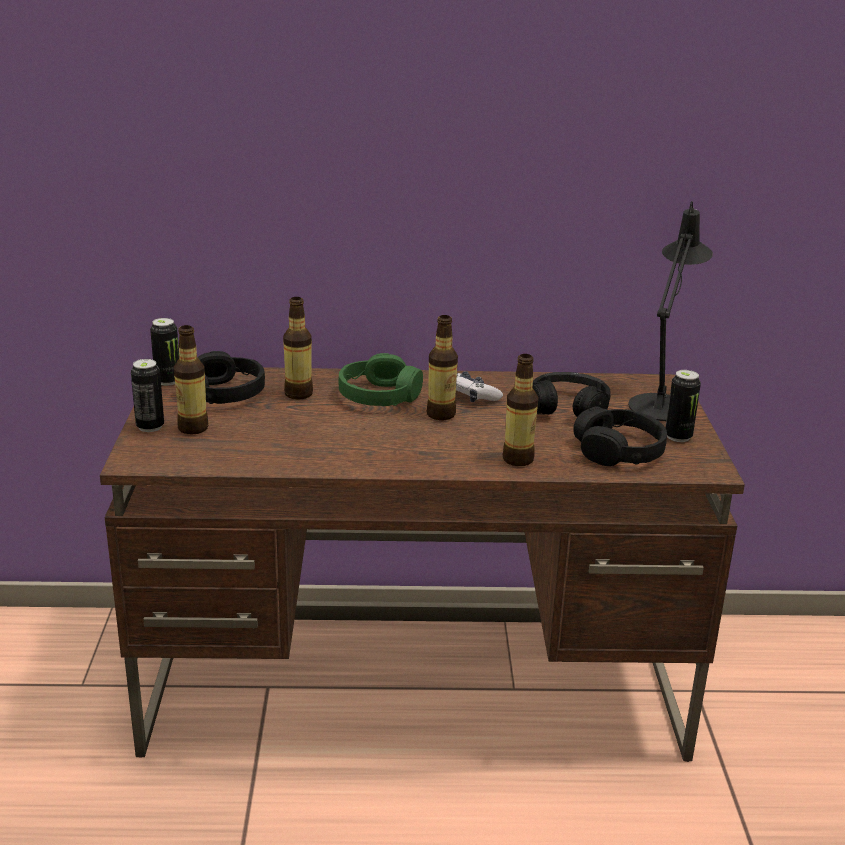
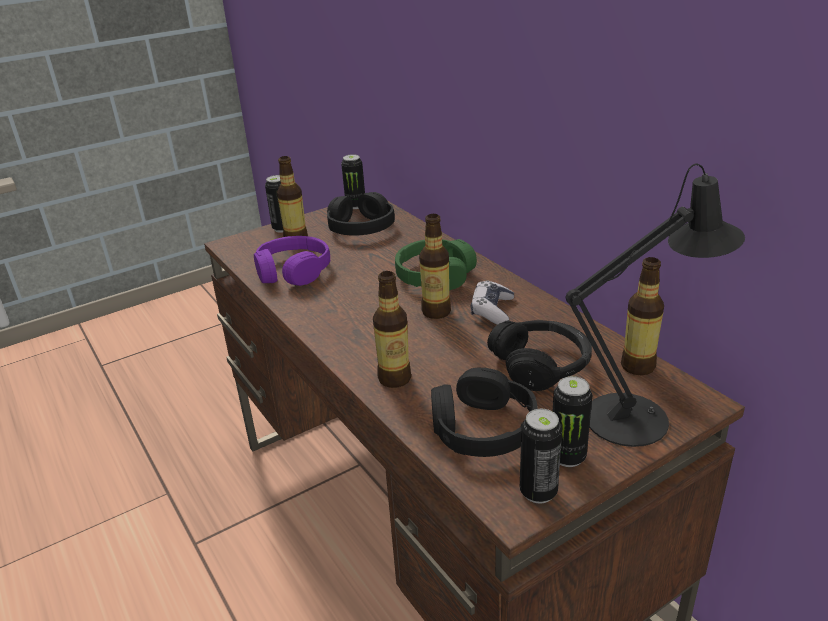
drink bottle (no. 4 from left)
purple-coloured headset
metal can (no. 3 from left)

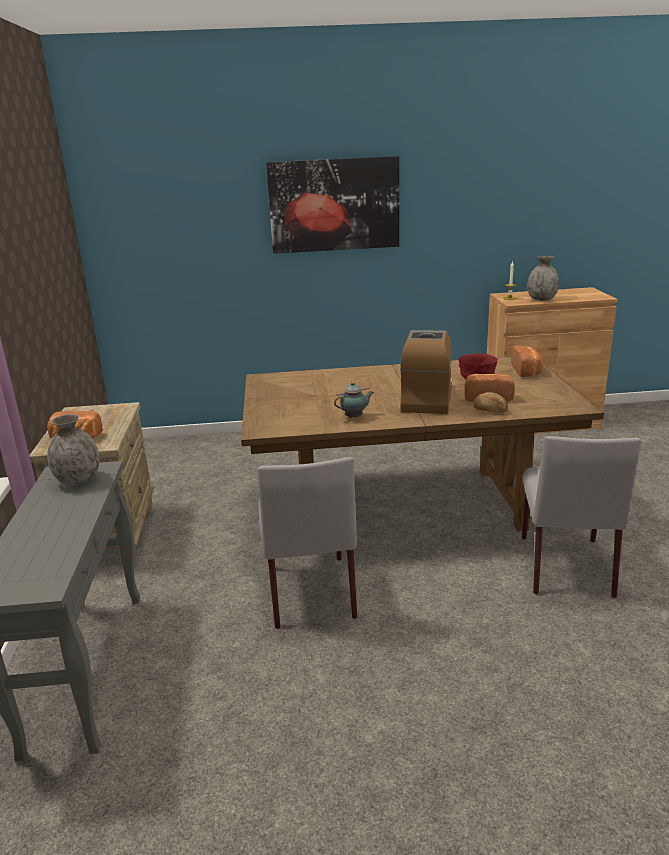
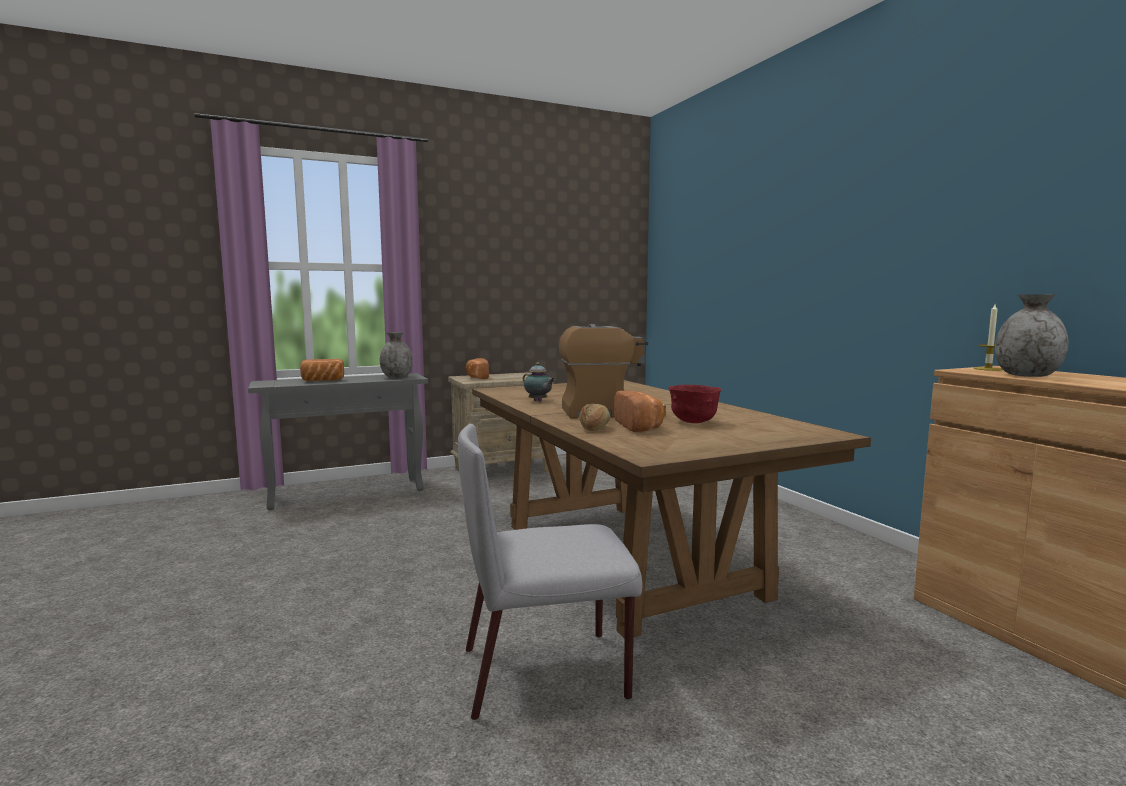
gray plain chair (no. 1 from left in the first image)
picture
bakery bread (no. 1 from left)

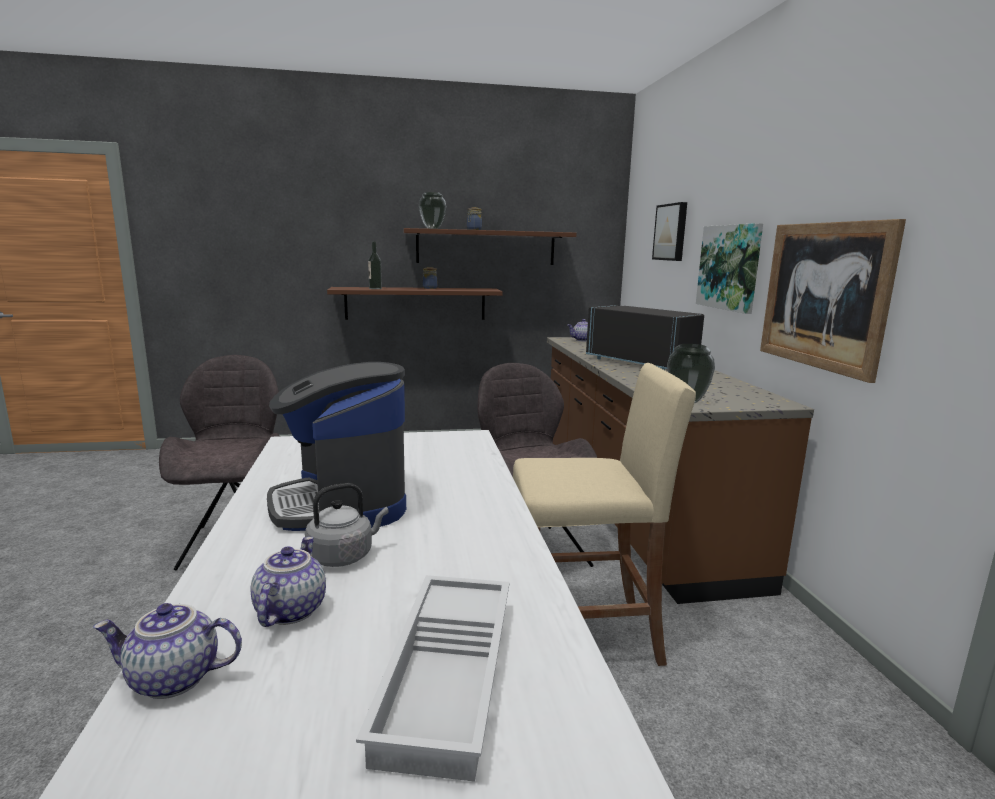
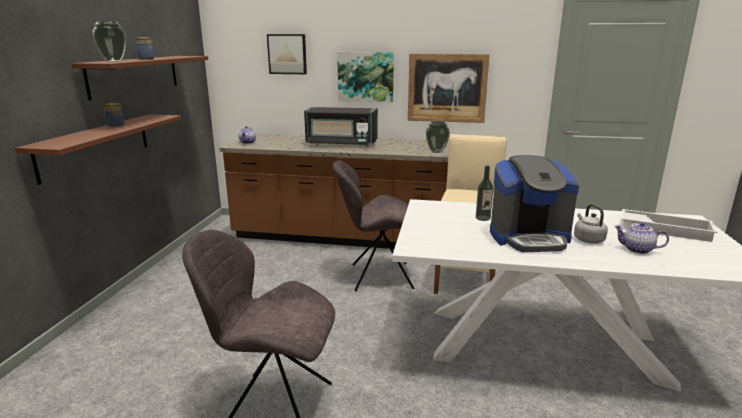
pot for tea (no. 1 from left in the first image)
drink bottle
blackish microwave

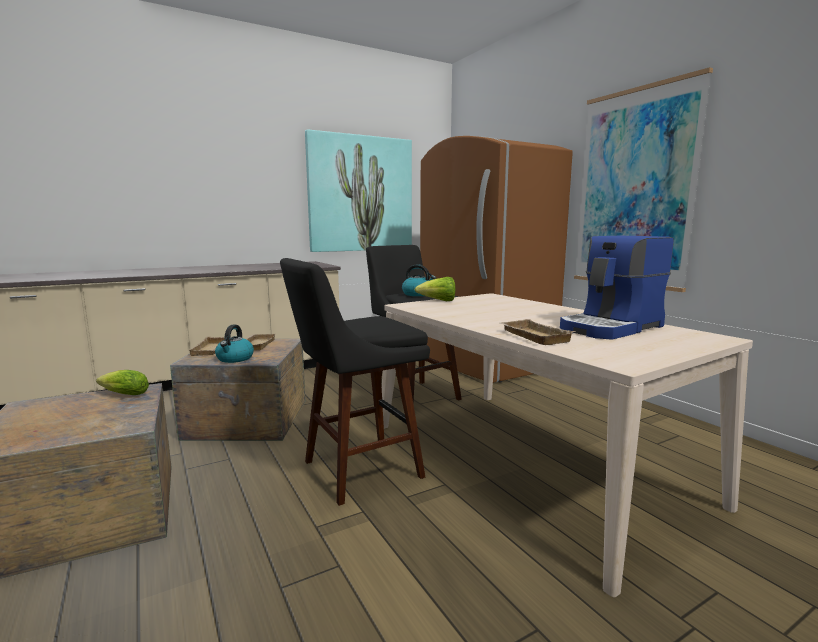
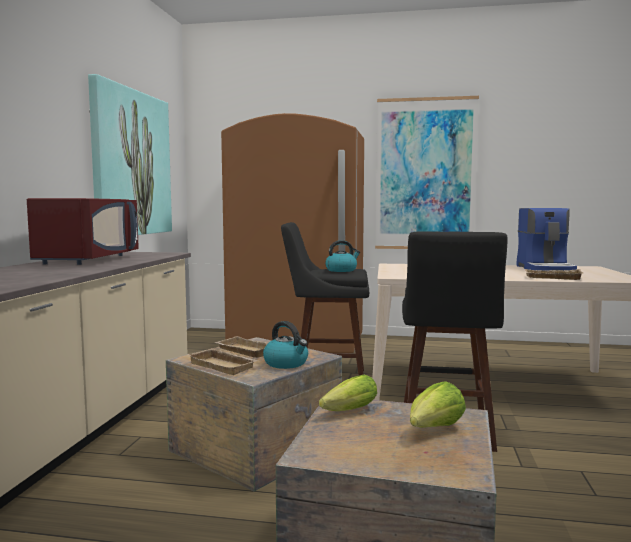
head of lettuce (no. 2 from left)
red microwave

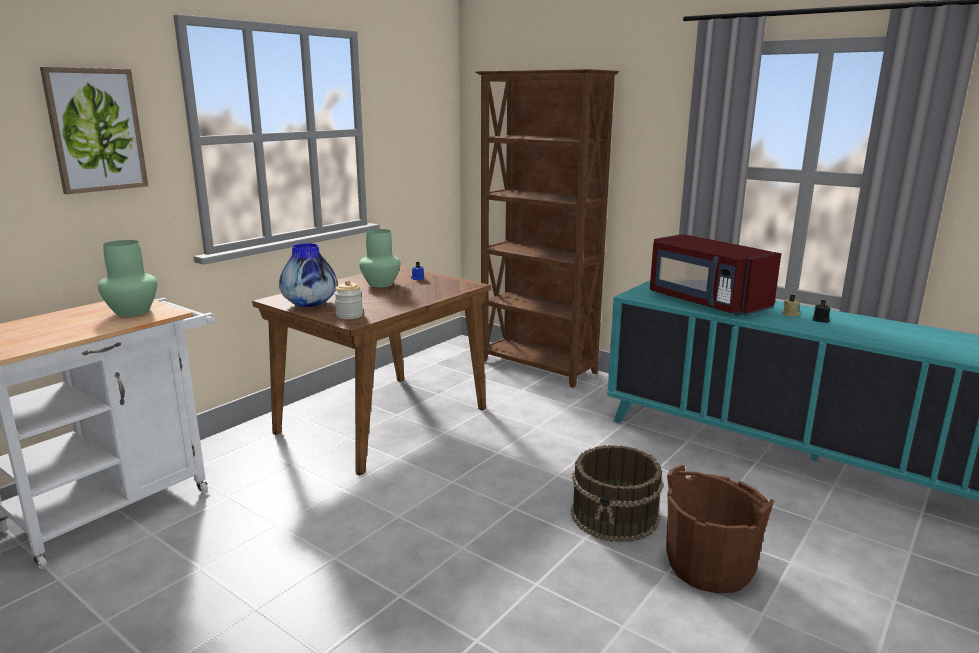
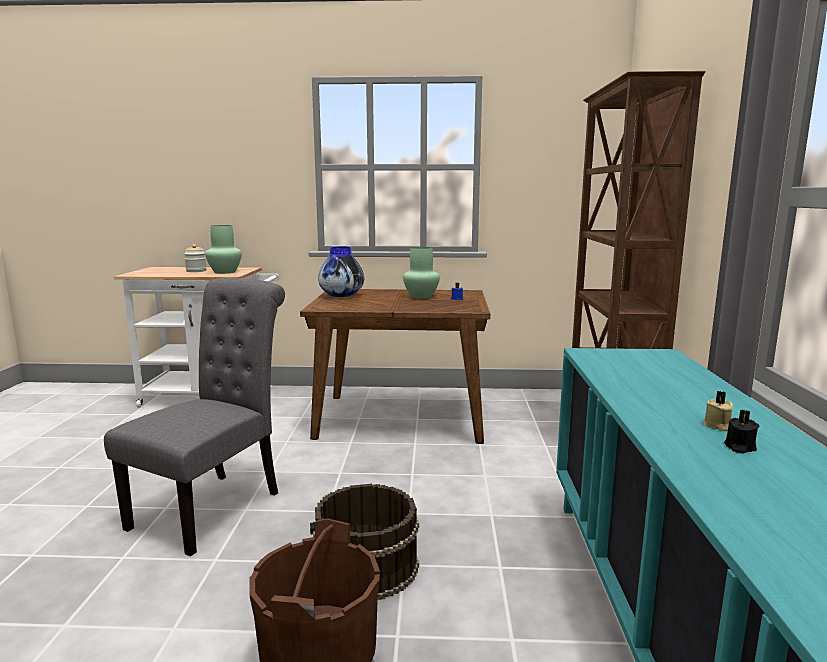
picture
storage jar
red microwave
gray plain chair

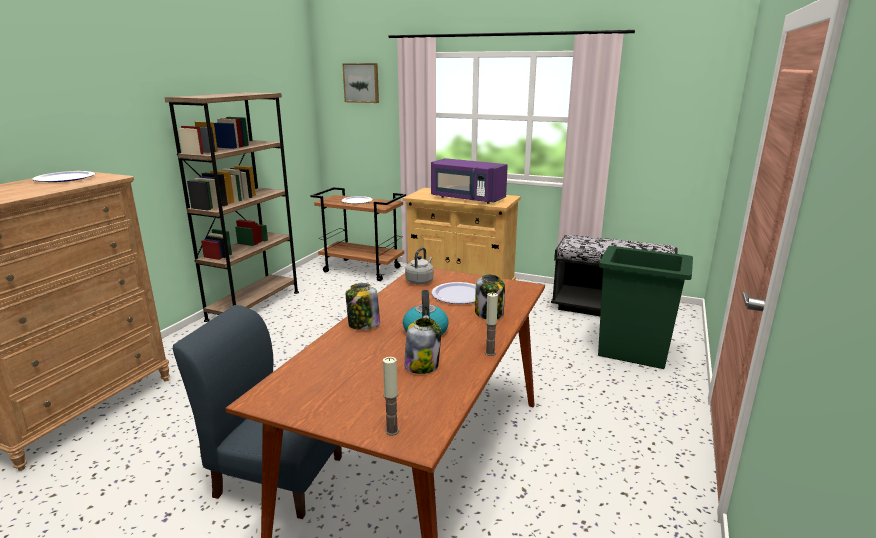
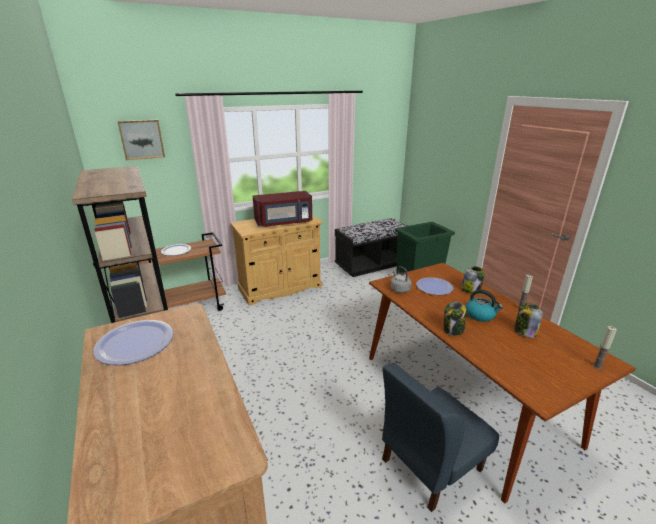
red microwave

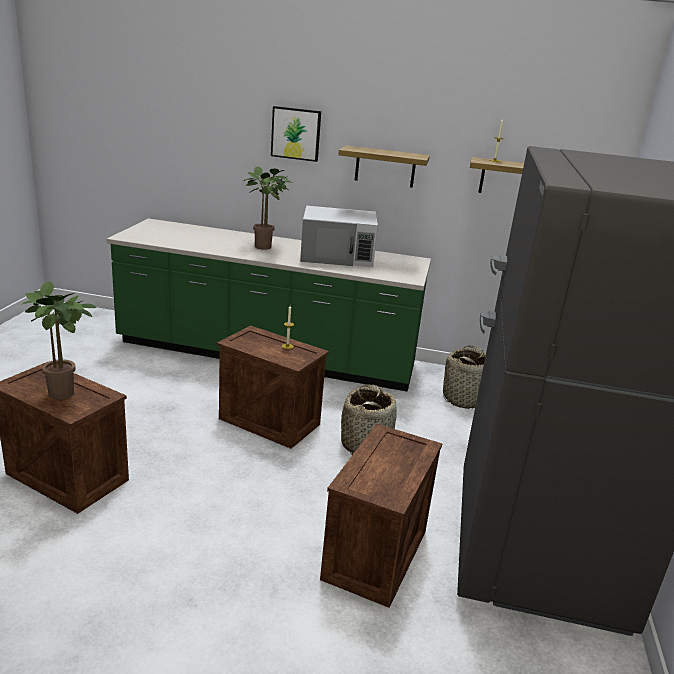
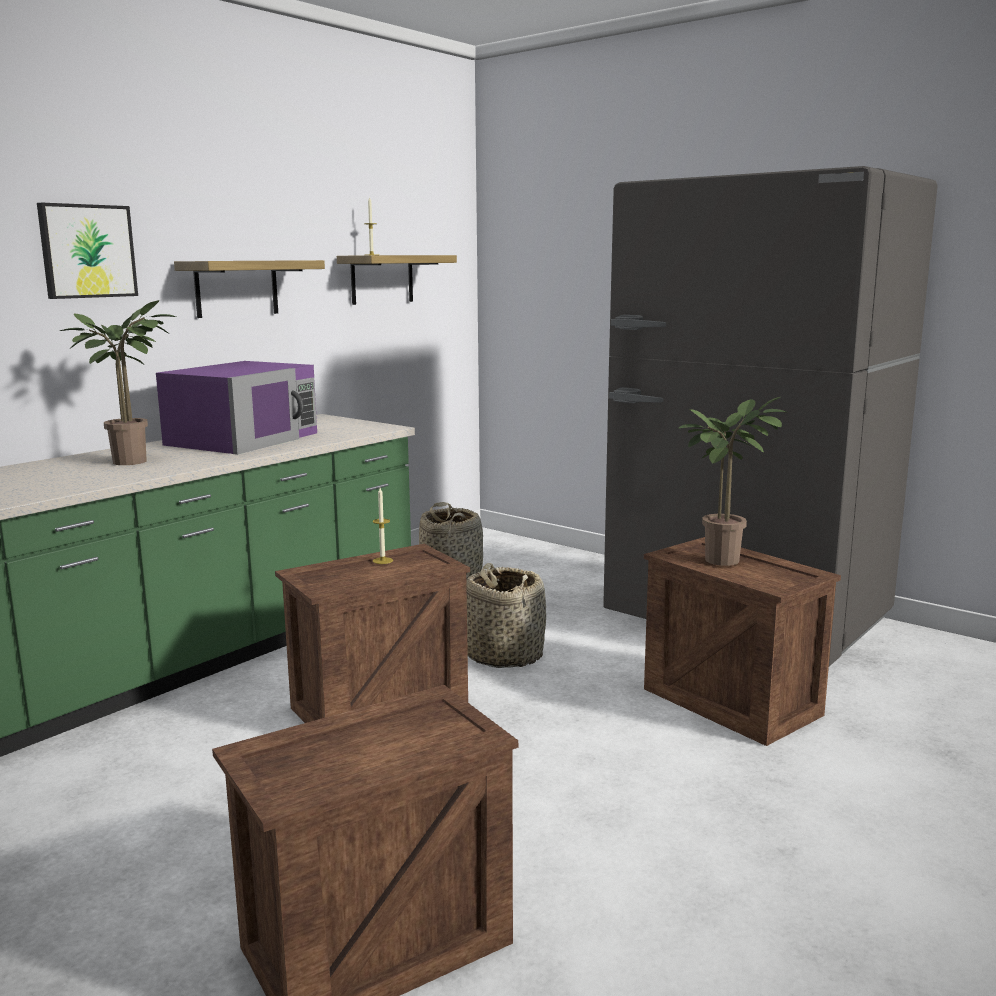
potted plant (no. 2 from left)
purple-coloured microwave

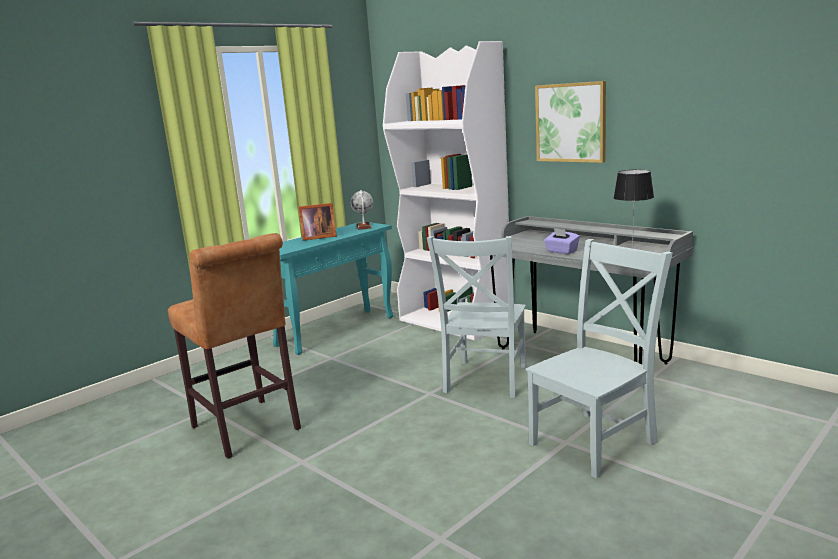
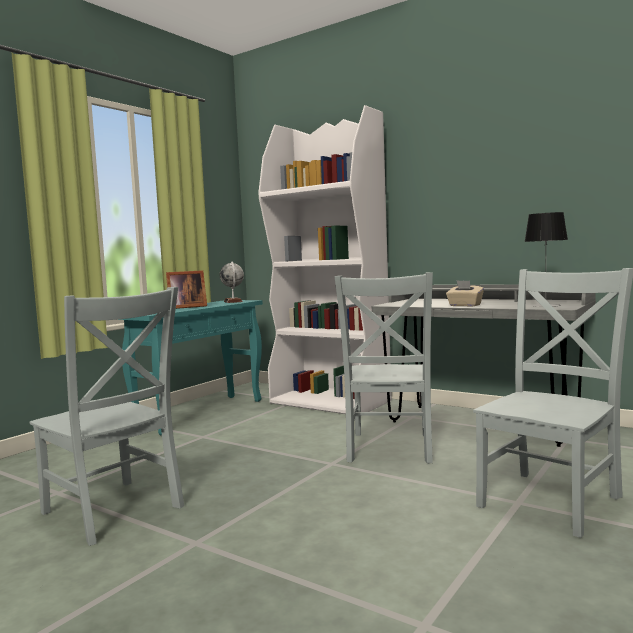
gray plain chair (no. 1 from left)
picture
sand-coloured tissue box

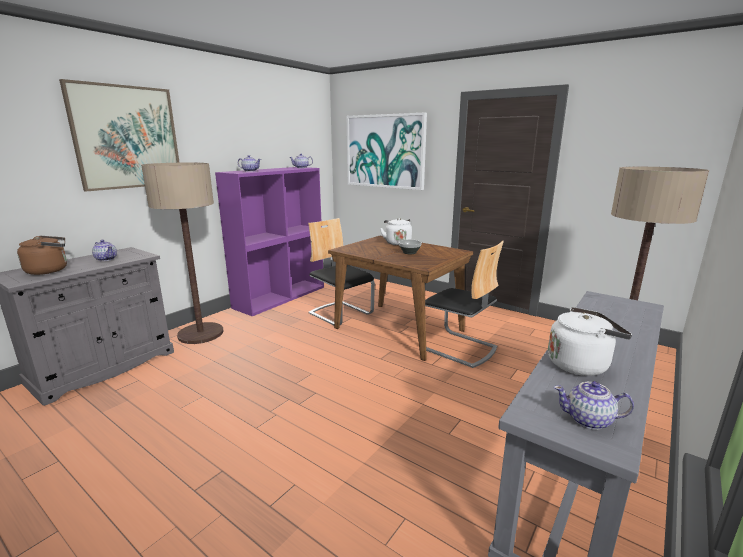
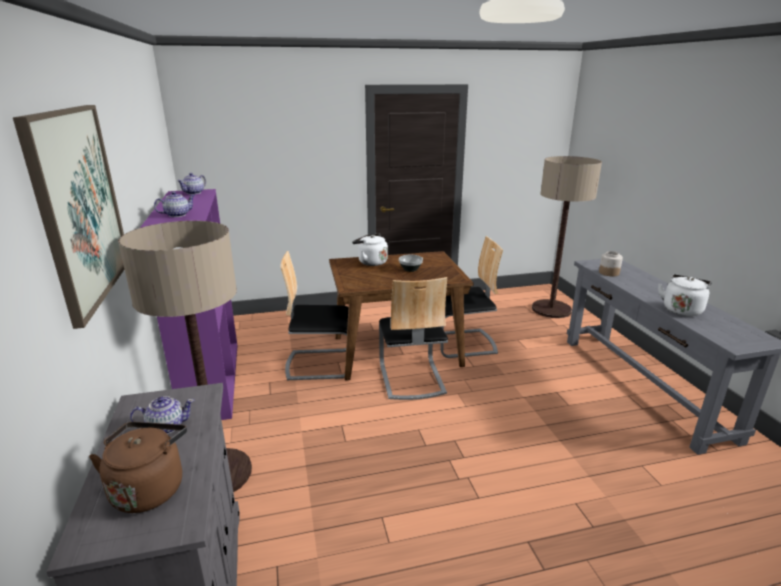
picture (no. 2 from left in the first image)
pot for tea (no. 4 from left in the first image)
plain chair (no. 2 from left)
storage jar

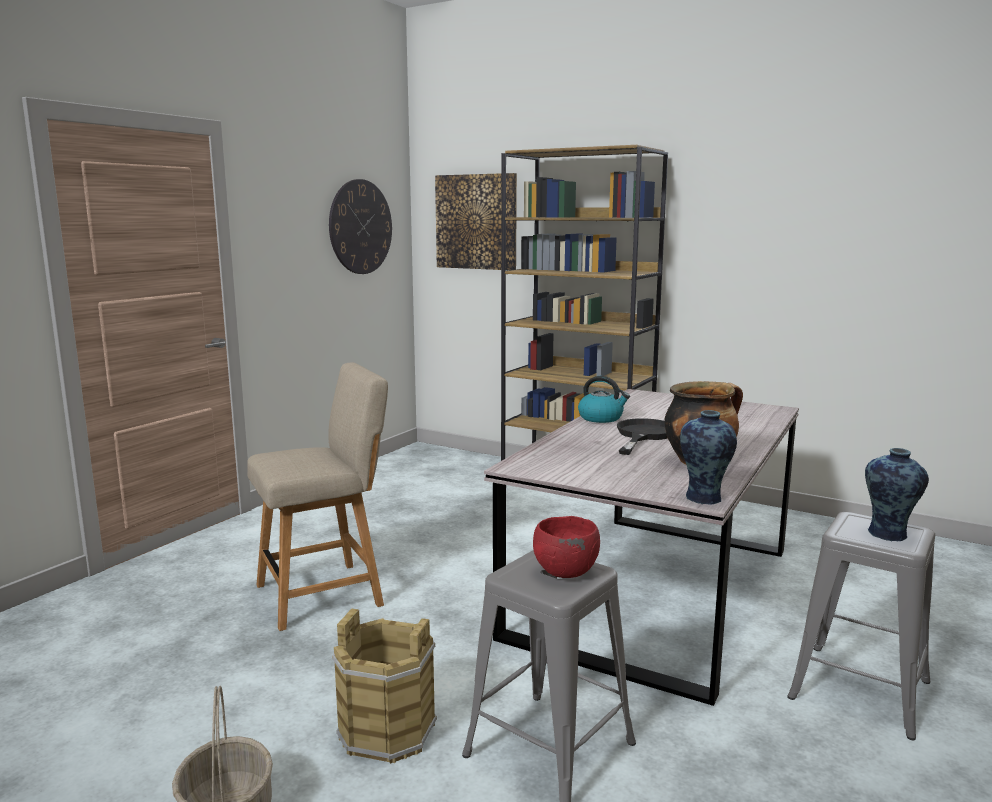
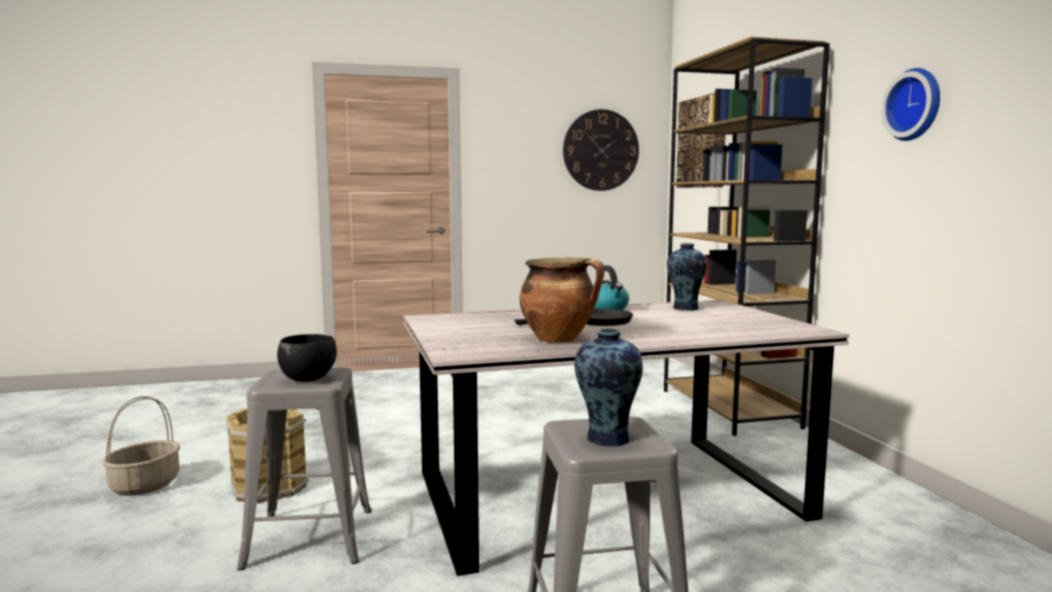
sand-coloured plain chair
blackish deep dish
flower vase (no. 2 from left)
hanging clock (no. 2 from left)

